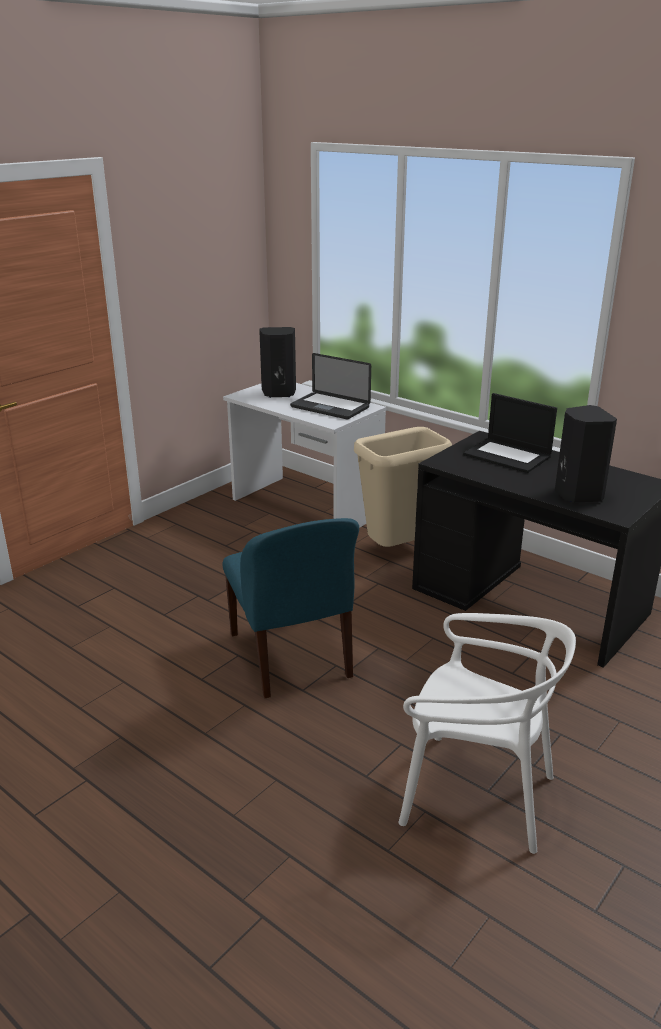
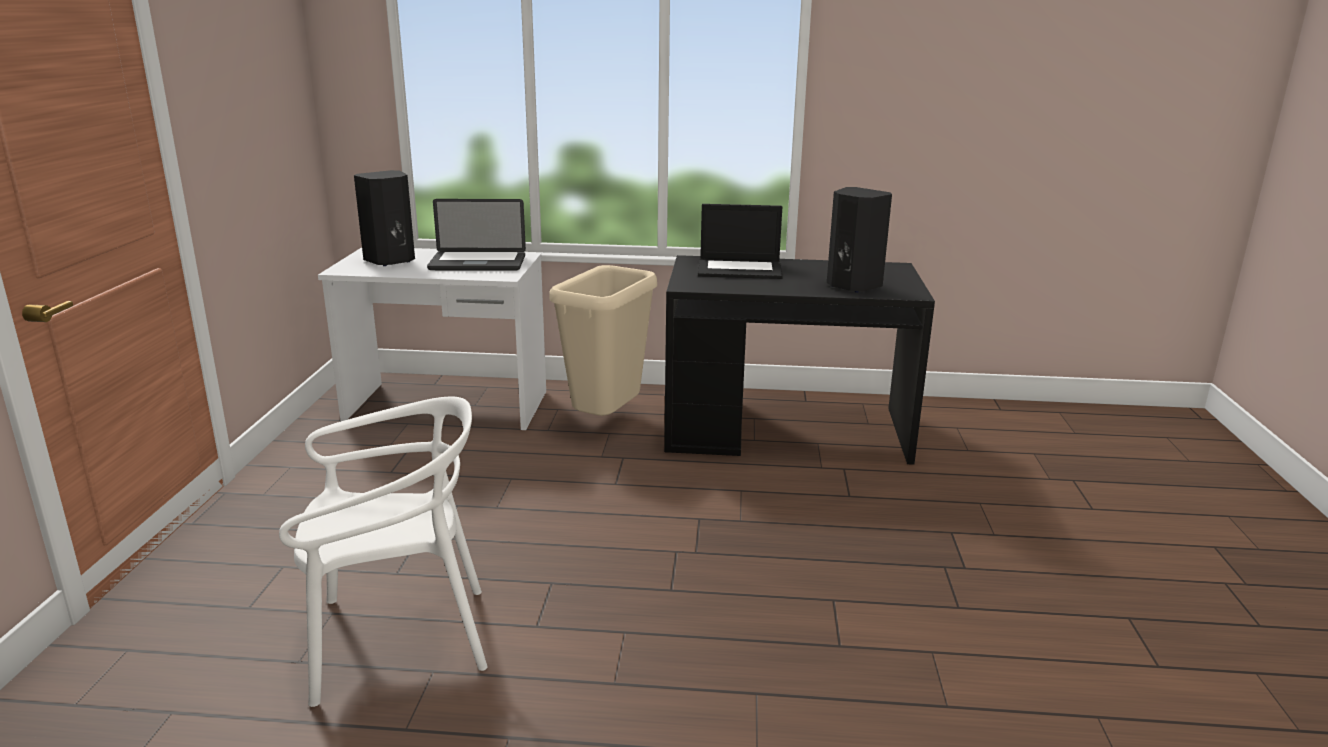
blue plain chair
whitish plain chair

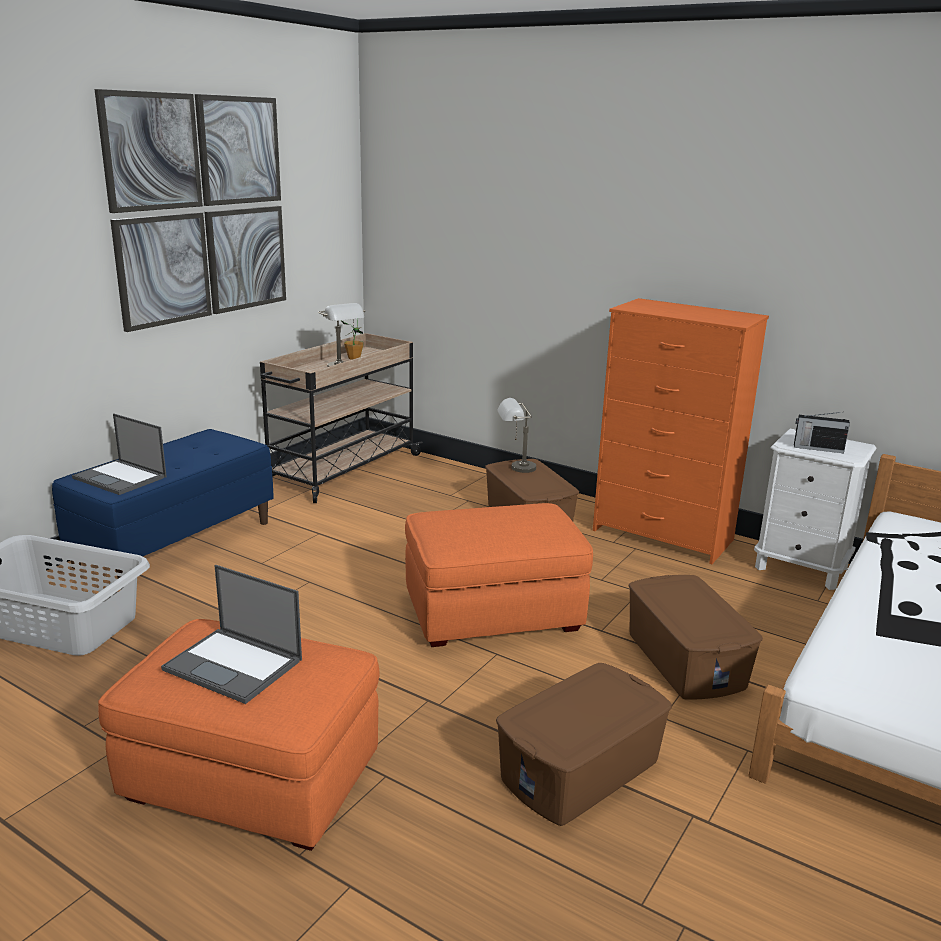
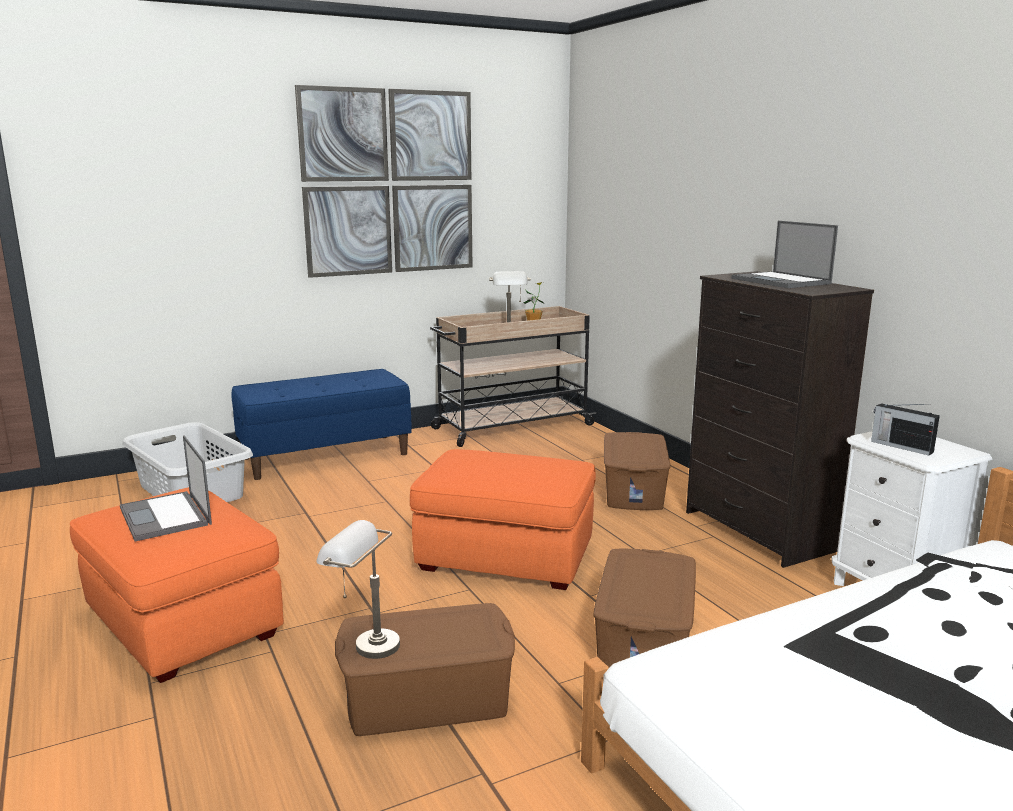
notebook computer (no. 2 from left)
gray lamp for a table (no. 1 from left)
blackish chest of drawers

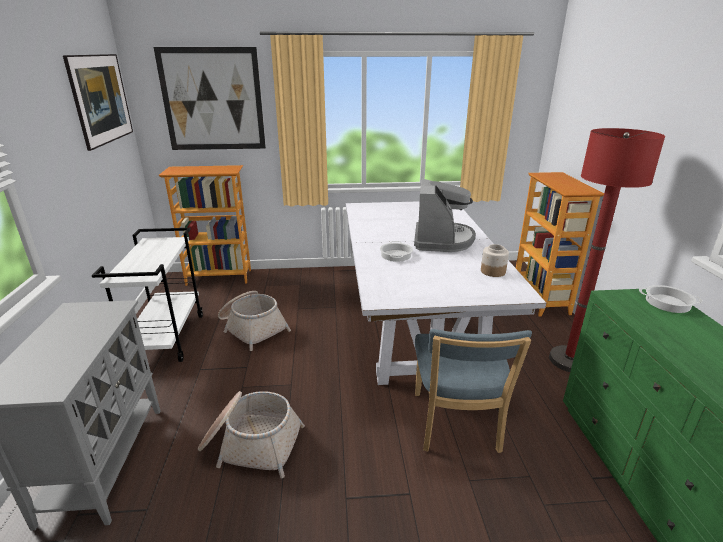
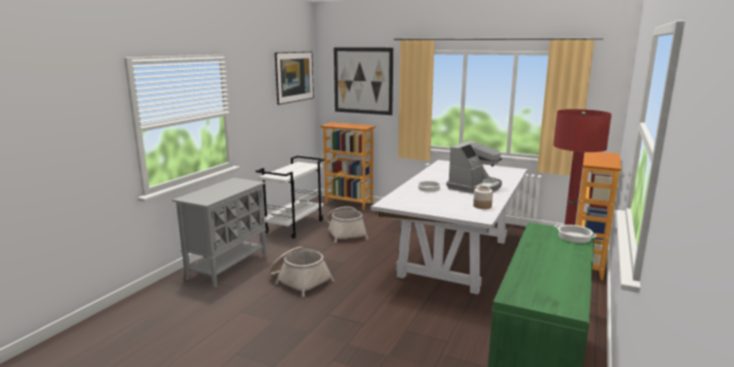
blue plain chair

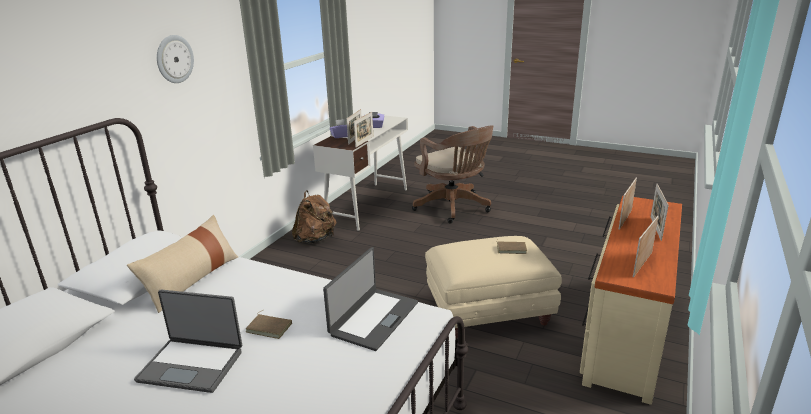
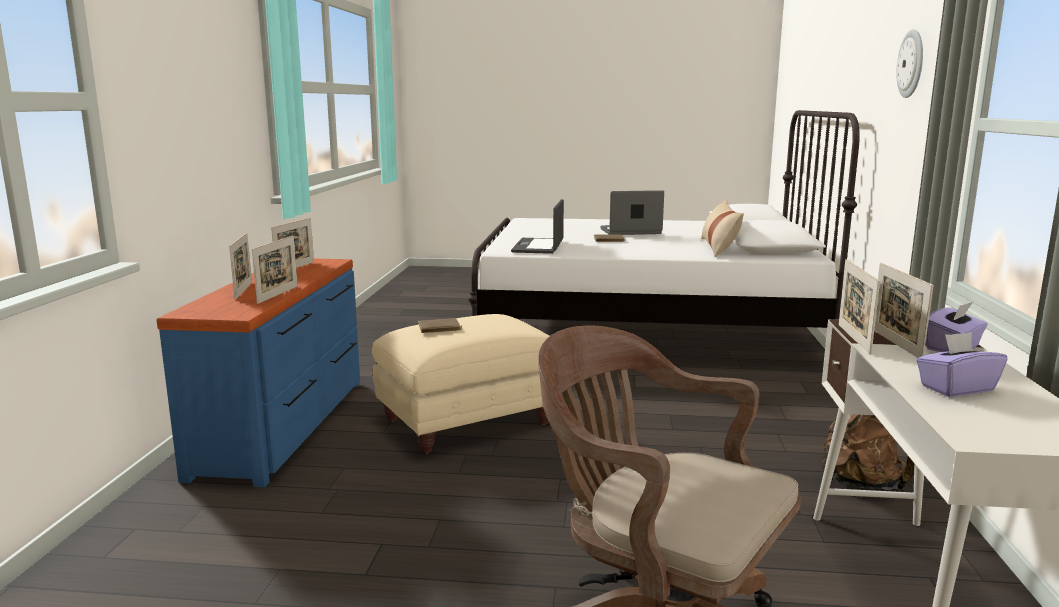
blue chest of drawers

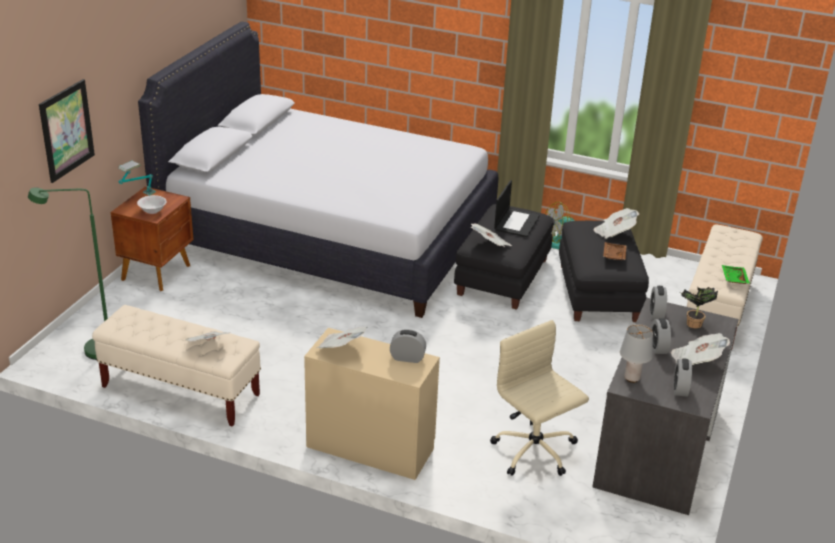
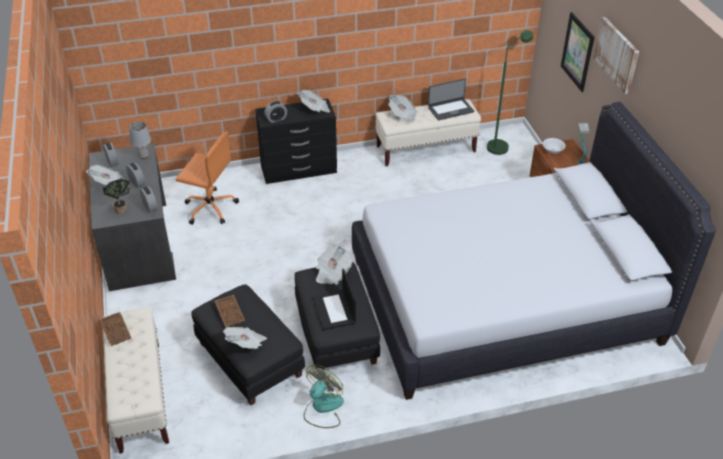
blackish chest of drawers
orangey desk chair
brownish serving tray (no. 1 from left)
notebook computer (no. 2 from left)
picture (no. 2 from left)

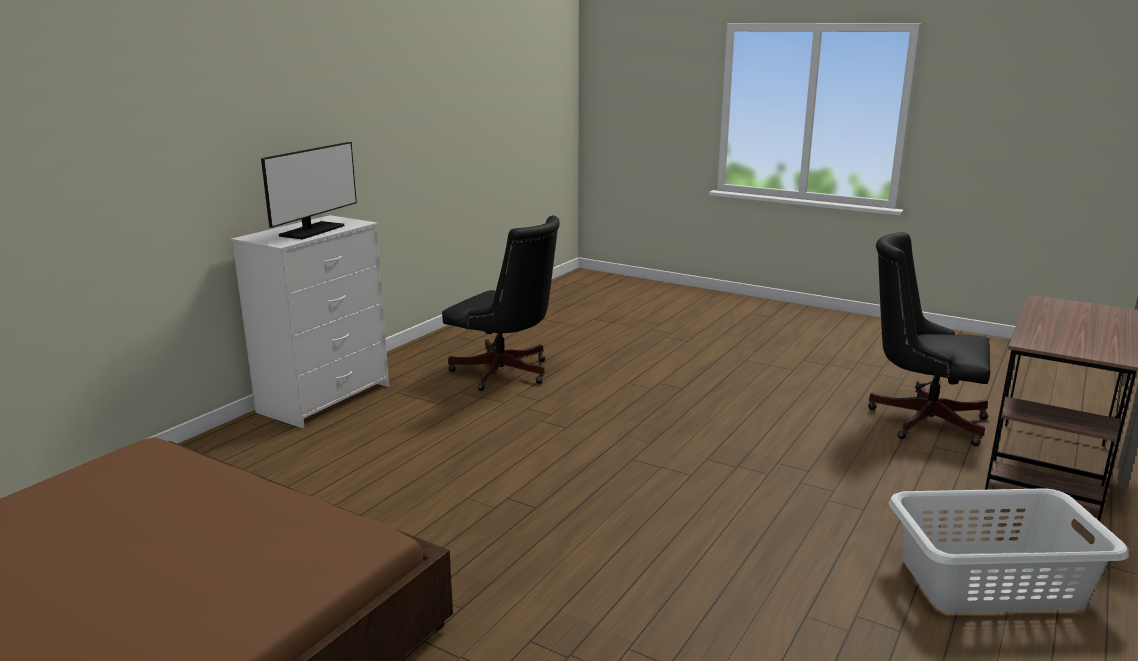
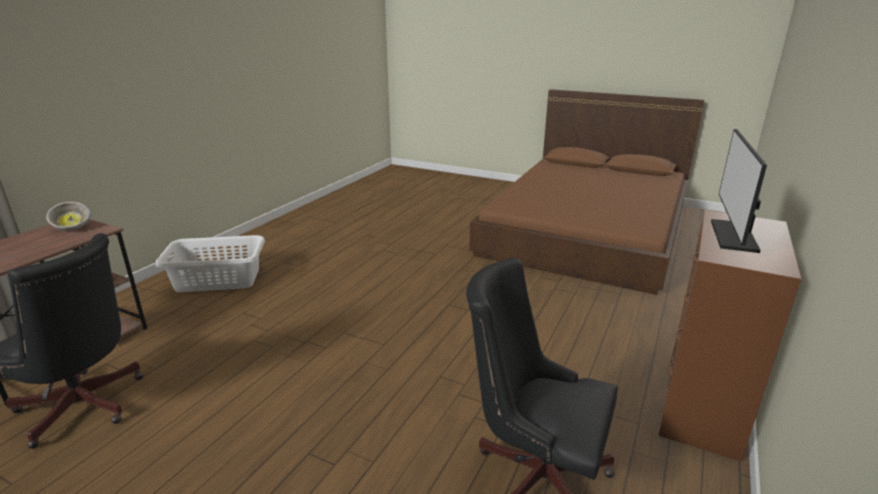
brownish chest of drawers
deep dish

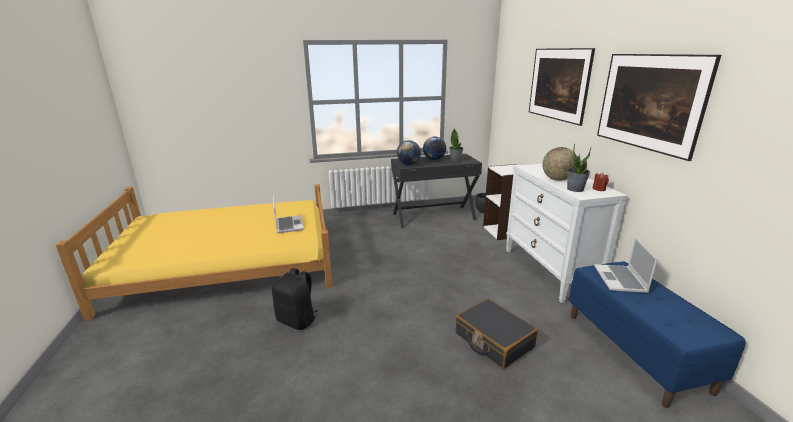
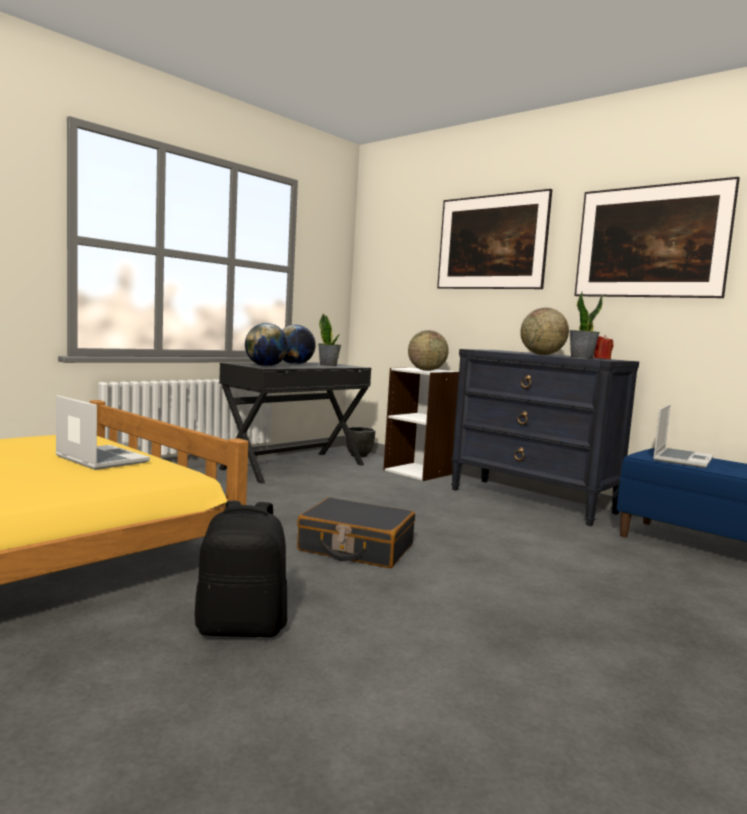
blackish travel case
blackish chest of drawers
notebook computer (no. 2 from left)
globe (no. 3 from left)

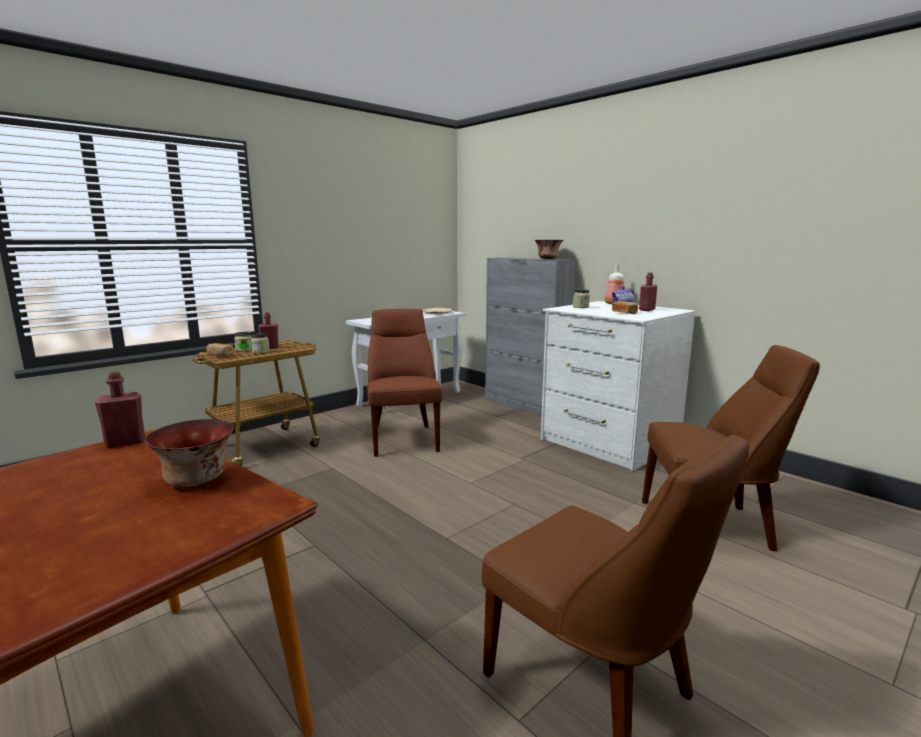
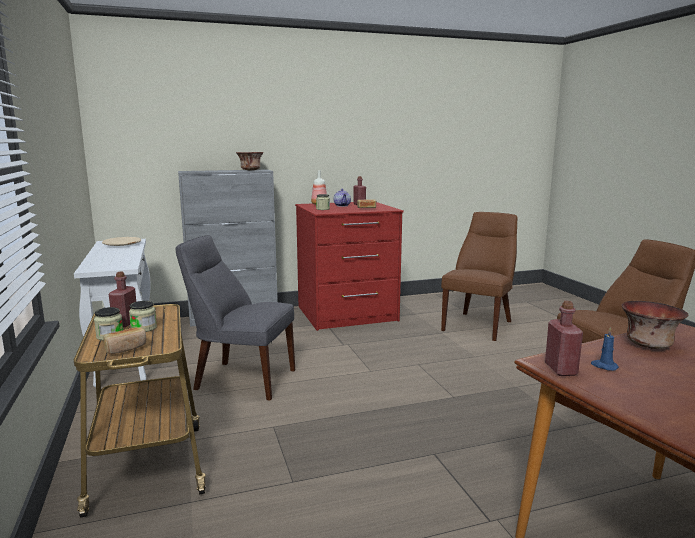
gray plain chair
red chest of drawers
blue wax light

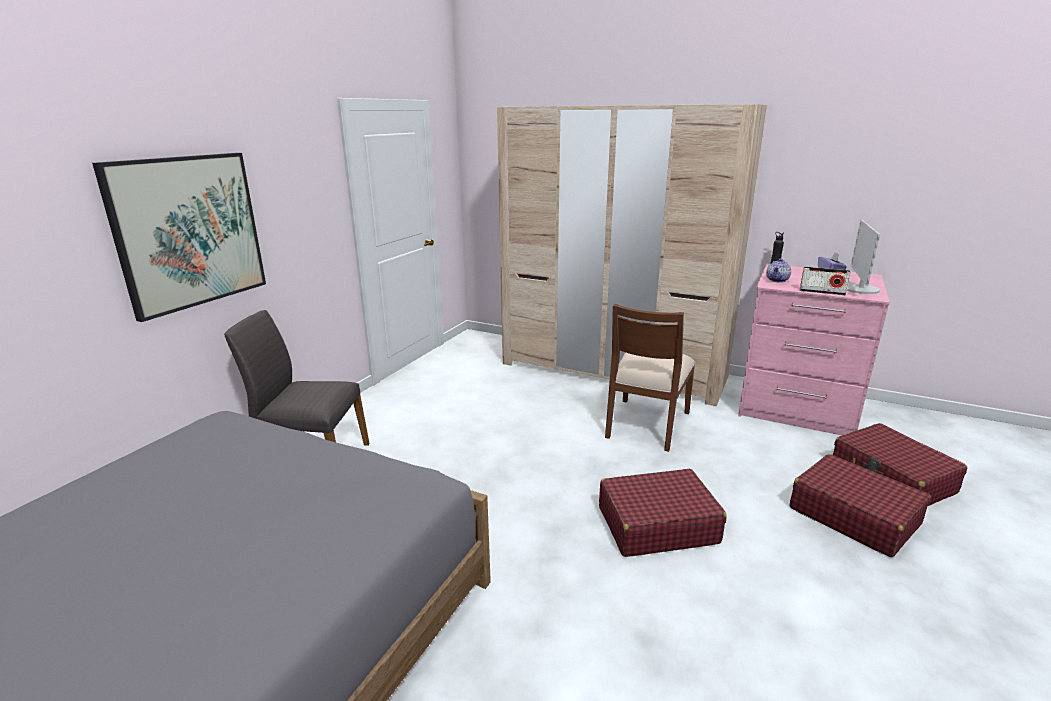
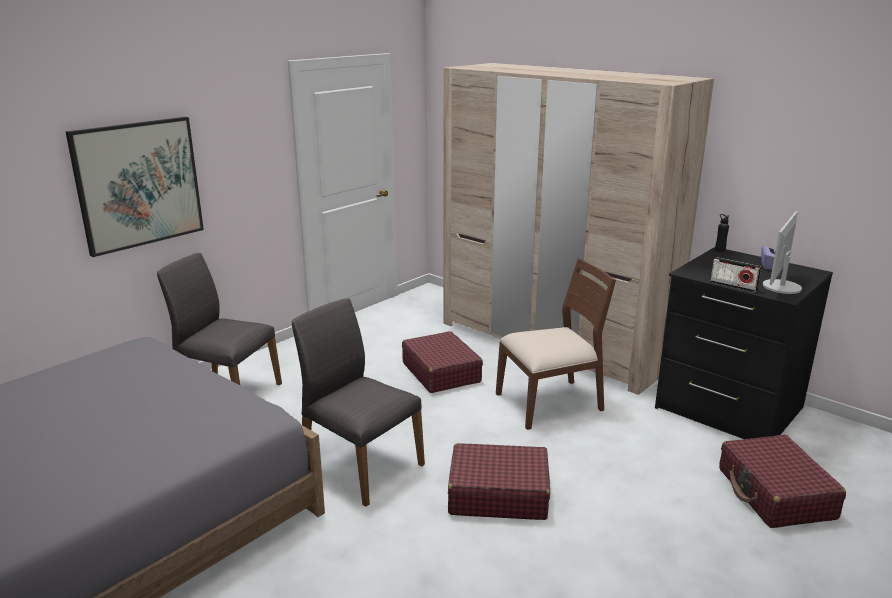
brownish plain chair
blackish chest of drawers
pot for tea
red travel case (no. 1 from left)
gray plain chair (no. 2 from left)

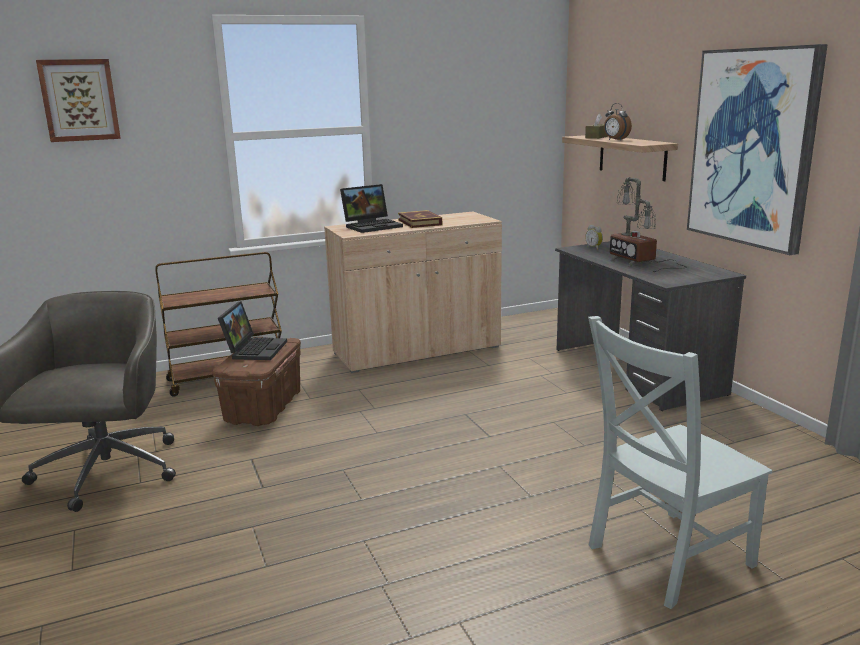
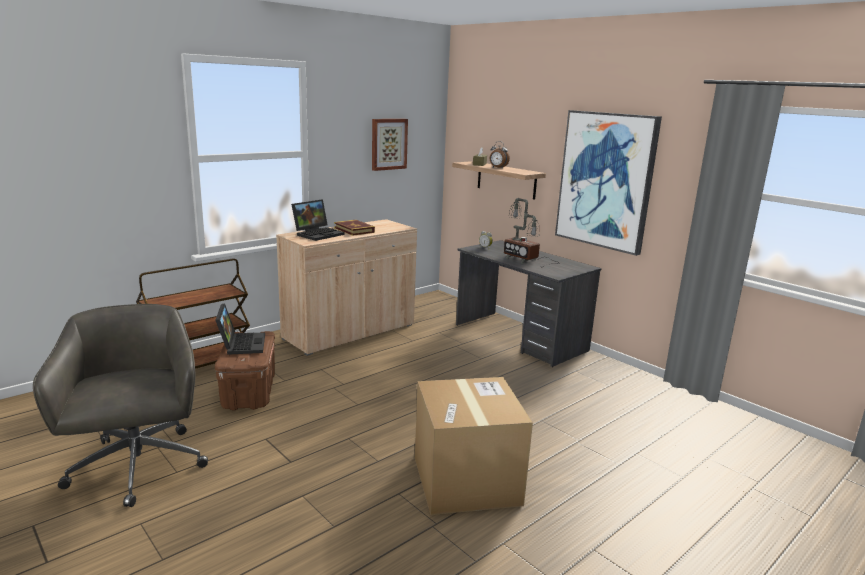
picture (no. 1 from left)
gray plain chair
packing box

